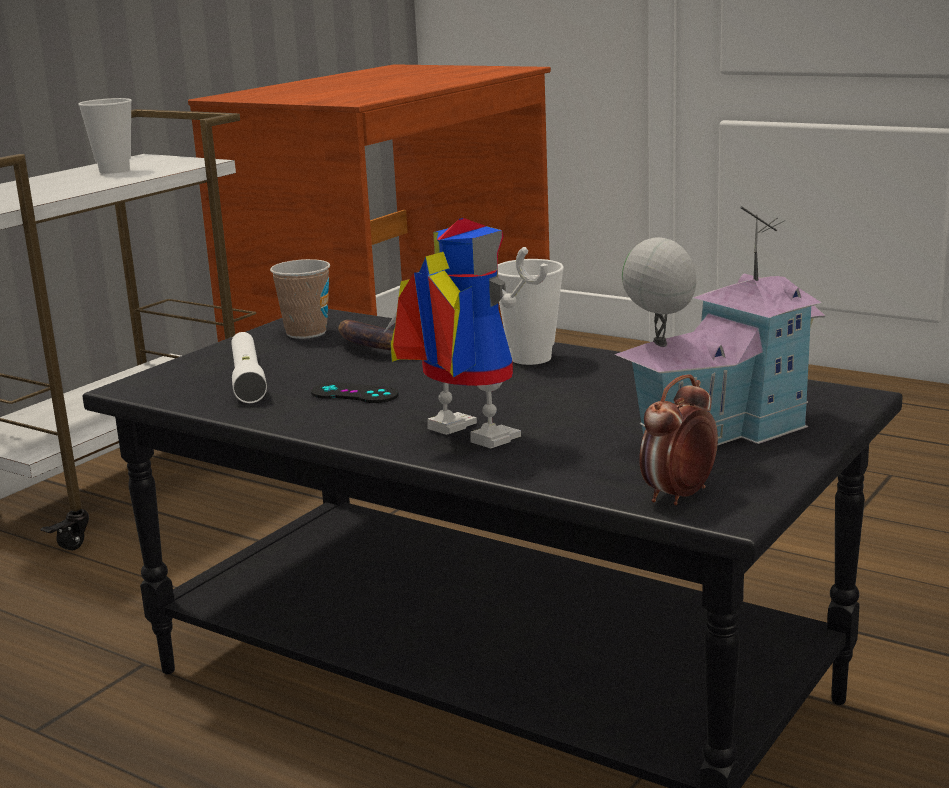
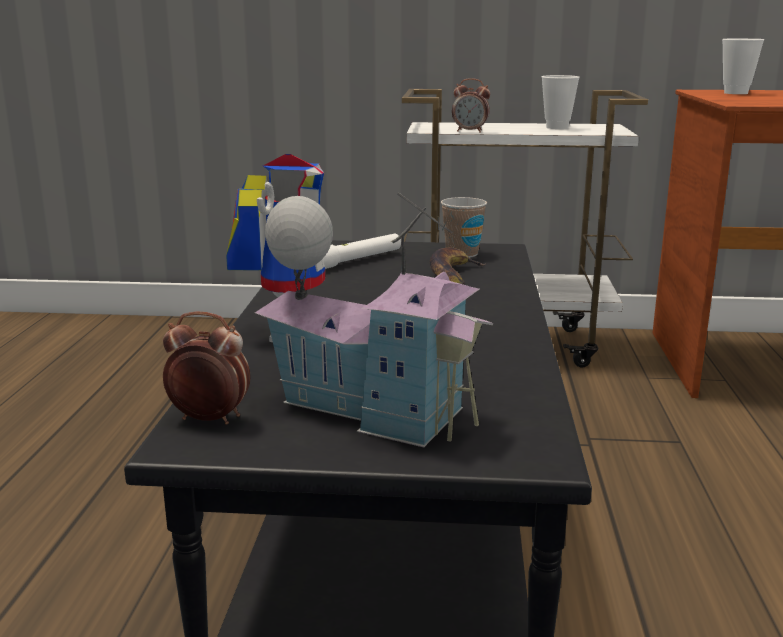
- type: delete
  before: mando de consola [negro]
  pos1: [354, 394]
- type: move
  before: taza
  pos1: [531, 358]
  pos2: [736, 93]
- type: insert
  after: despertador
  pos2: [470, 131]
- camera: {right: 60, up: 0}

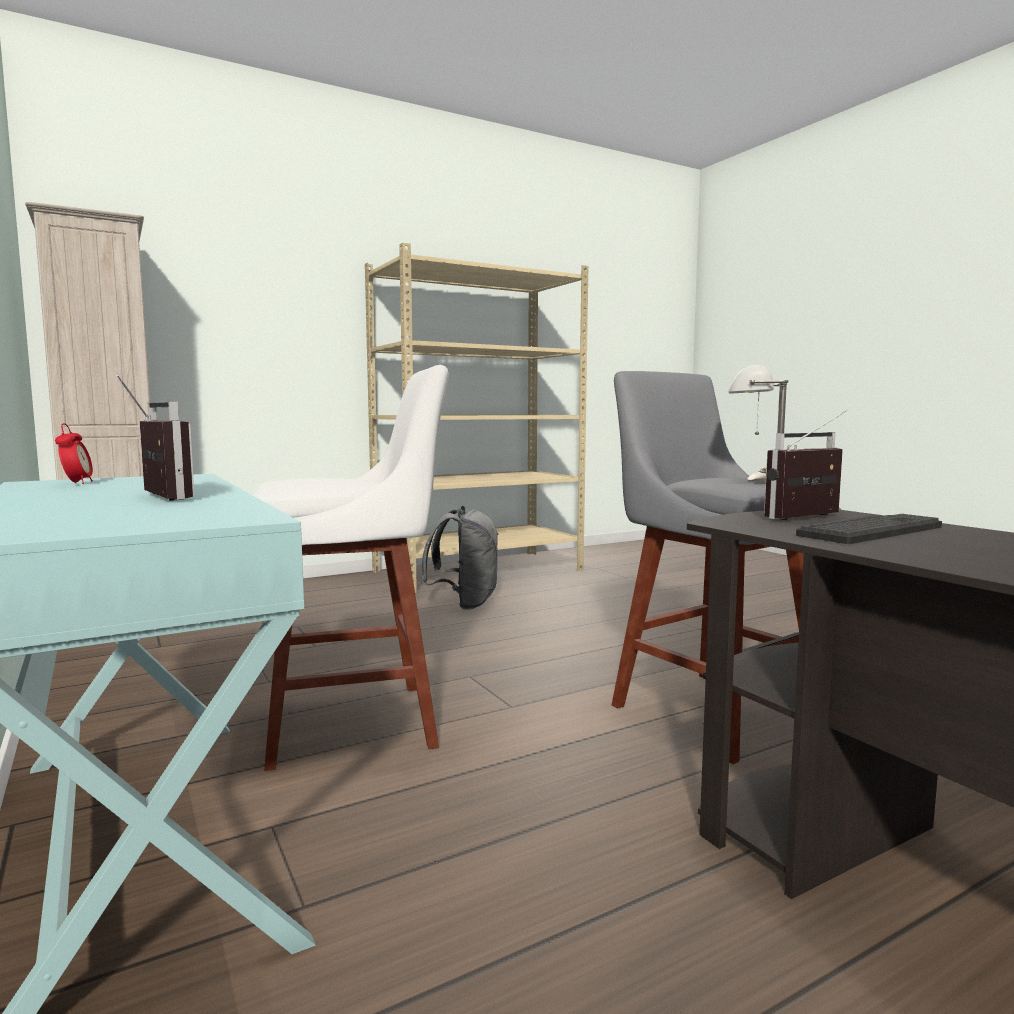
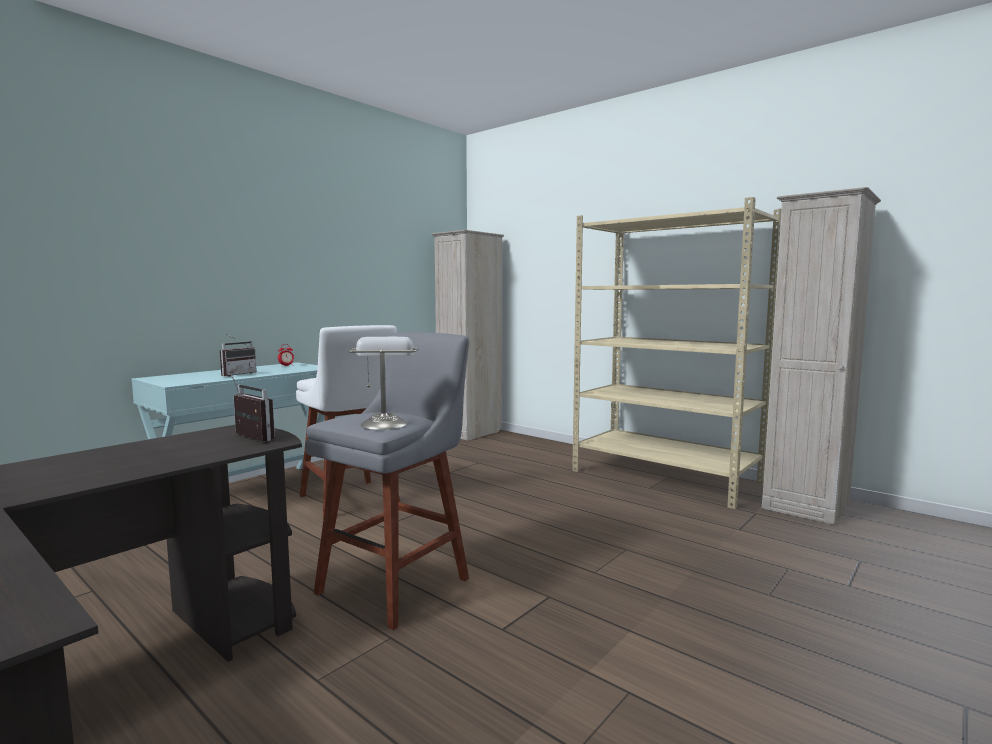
- type: delete
  before: mochila [gris]
  pos1: [464, 604]
- type: delete
  before: teclado
  pos1: [871, 531]
- type: insert
  after: armario [beis]
  pos2: [807, 506]
- camera: {right: 70, up: 0}

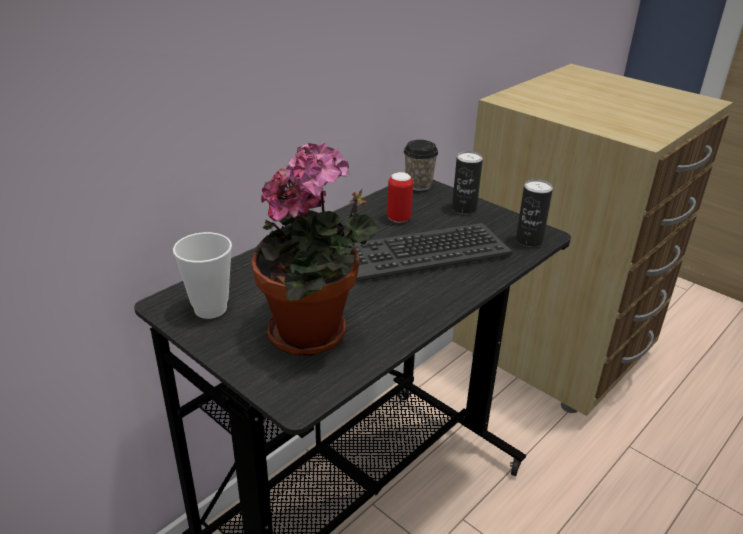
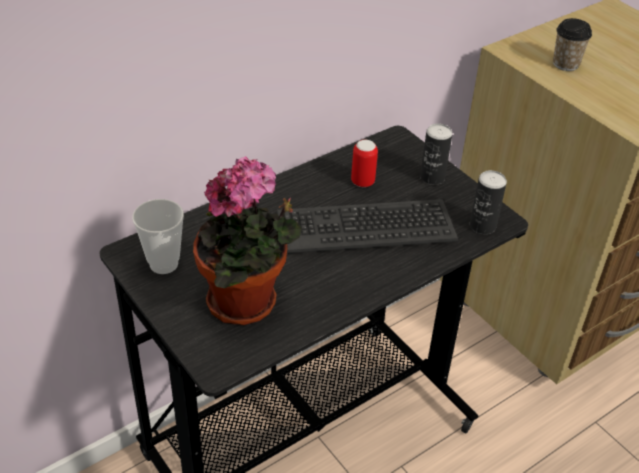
- type: move
  before: taza
  pos1: [418, 185]
  pos2: [565, 64]
- camera: {right: 10, up: 10}

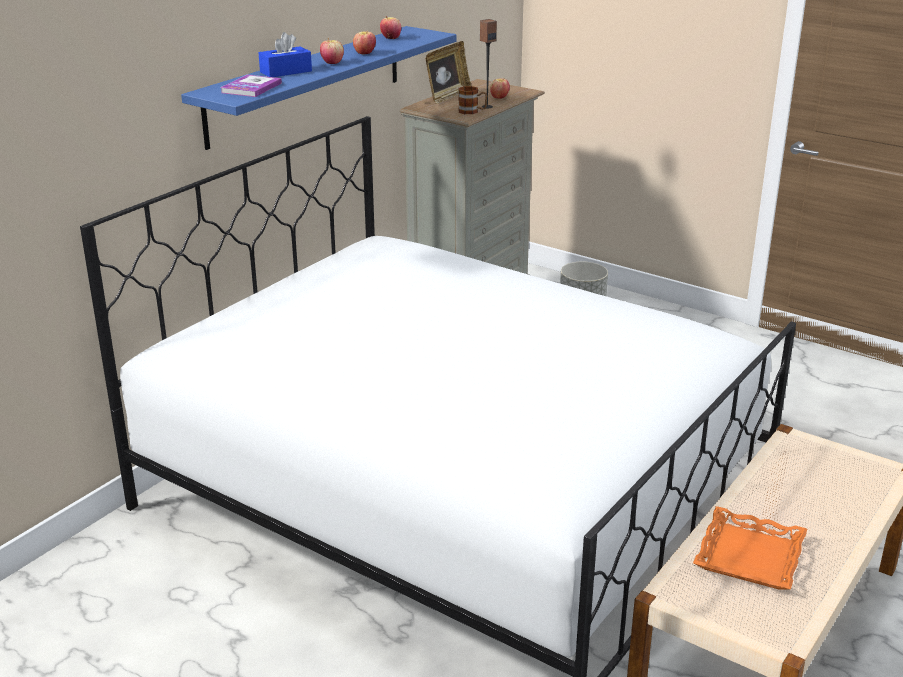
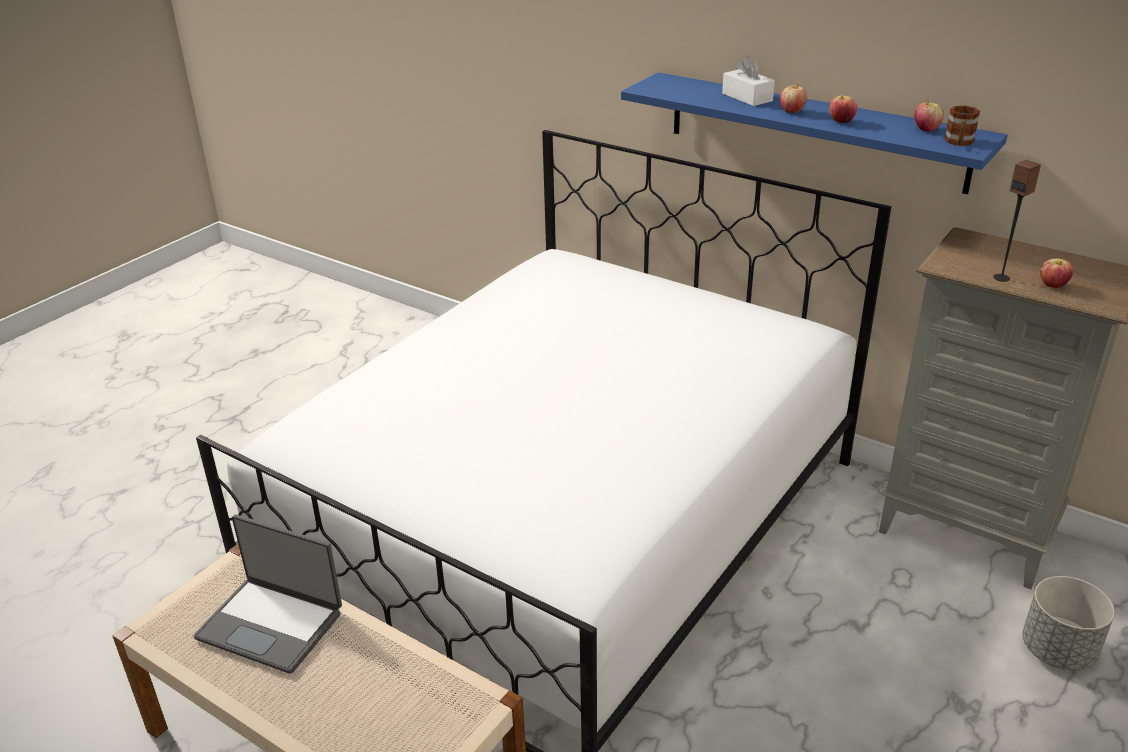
- type: delete
  before: libro
  pos1: [251, 88]
- type: recolor
  before: caja de pañuelos [azul]
  after: caja de pañuelos [blanco]
  pos1: [286, 71]
  pos2: [747, 97]
- type: delete
  before: portarretratos
  pos1: [447, 97]
- type: move
  before: taza grande
  pos1: [472, 111]
  pos2: [959, 143]
- type: replace
  before: bandeja [naranja]
  after: portátil
  pos1: [748, 556]
  pos2: [272, 624]
- camera: {right: 90, up: 5}

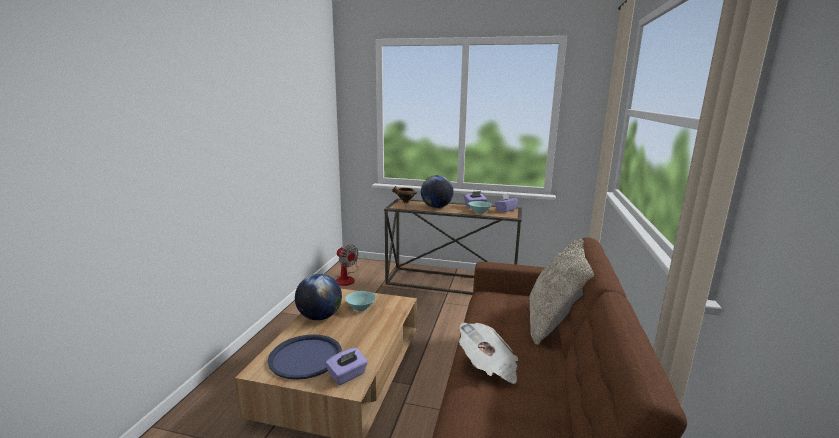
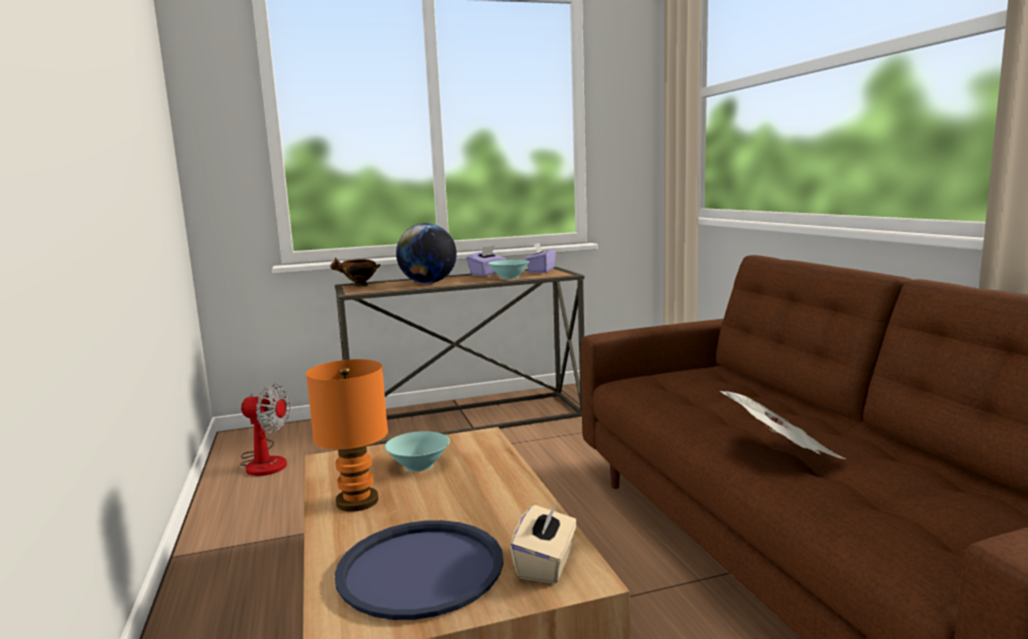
- type: replace
  before: globo terráqueo
  after: lámpara de mesa [naranja]
  pos1: [319, 317]
  pos2: [356, 501]
- type: recolor
  before: caja de pañuelos [morado]
  after: caja de pañuelos [beis]
  pos1: [347, 375]
  pos2: [546, 564]
- type: delete
  before: cojín [beis]
  pos1: [553, 323]
- camera: {right: -30, up: -5}

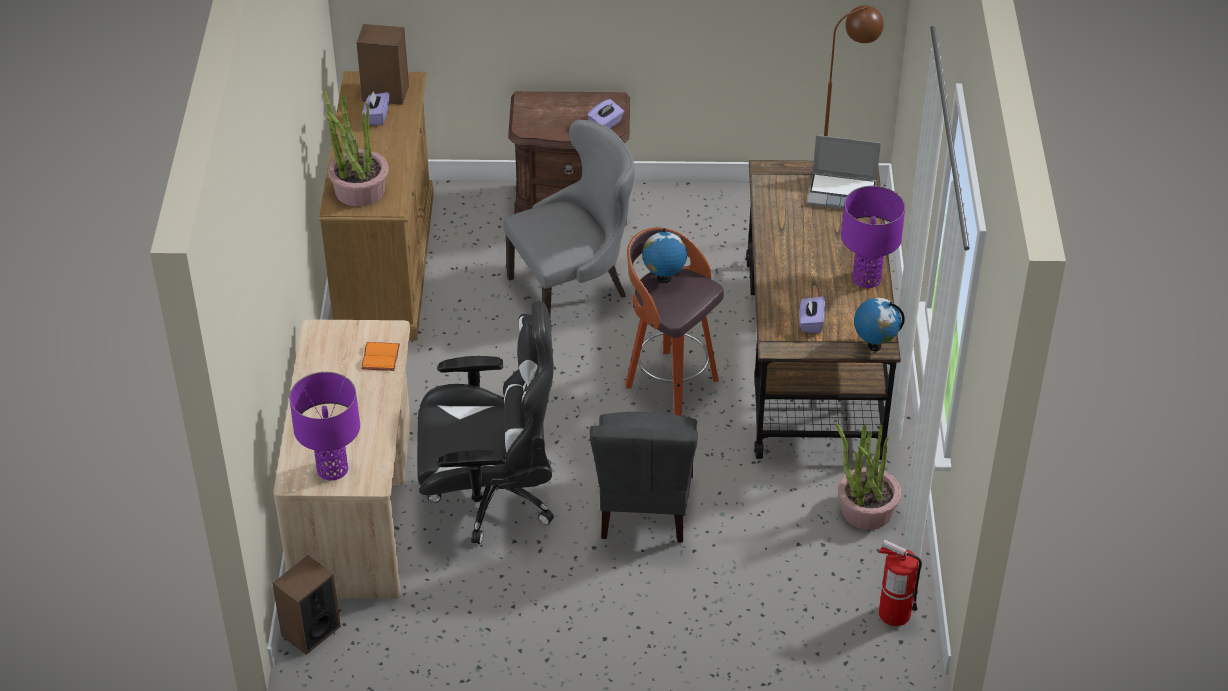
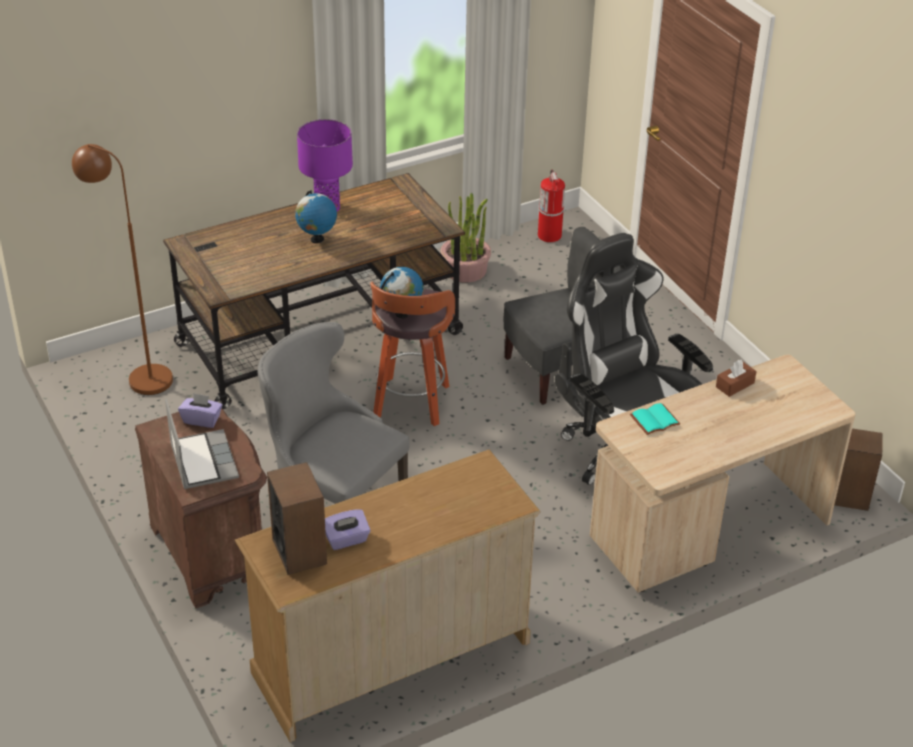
- type: delete
  before: lámpara de mesa [morado]
  pos1: [332, 468]
- type: delete
  before: planta en maceta
  pos1: [359, 190]
- type: recolor
  before: libro [naranja]
  after: libro [turquesa]
  pos1: [379, 357]
  pos2: [654, 421]
- type: delete
  before: caja de pañuelos [morado]
  pos1: [811, 323]
- type: move
  before: portátil
  pos1: [843, 193]
  pos2: [202, 461]
- type: move
  before: globo terráqueo
  pos1: [874, 345]
  pos2: [317, 239]
- type: insert
  after: caja de pañuelos [marrón]
  pos2: [735, 385]
- camera: {right: -120, up: -5}

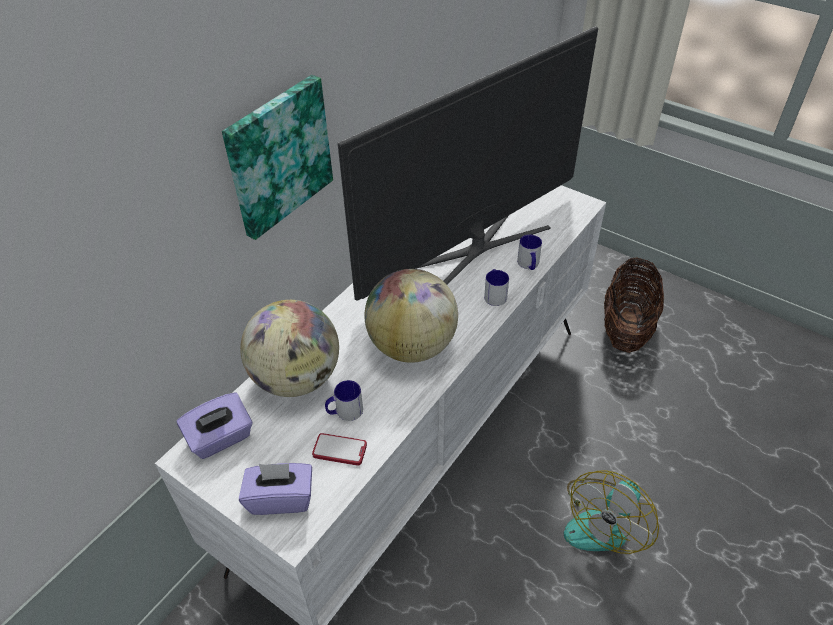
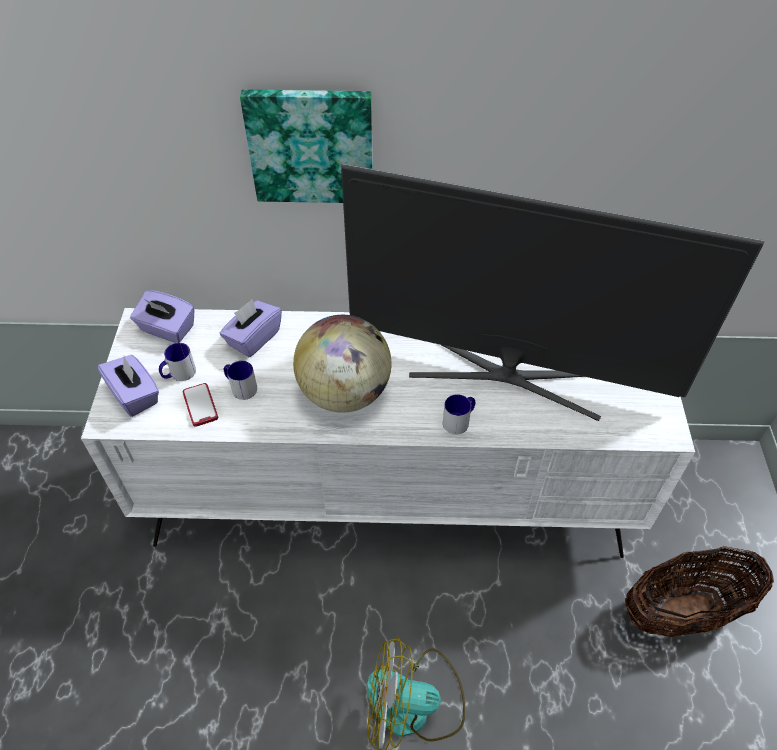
- type: replace
  before: globo terráqueo
  after: caja de pañuelos [morado]
  pos1: [297, 378]
  pos2: [253, 338]
- type: move
  before: taza grande
  pos1: [529, 265]
  pos2: [179, 374]
- camera: {right: 55, up: 5}

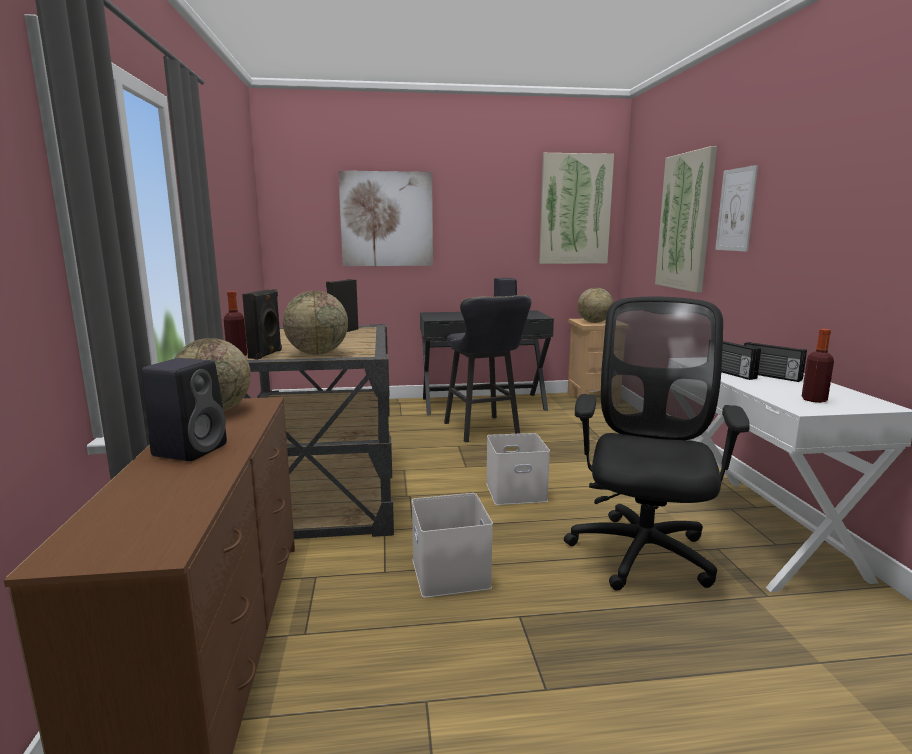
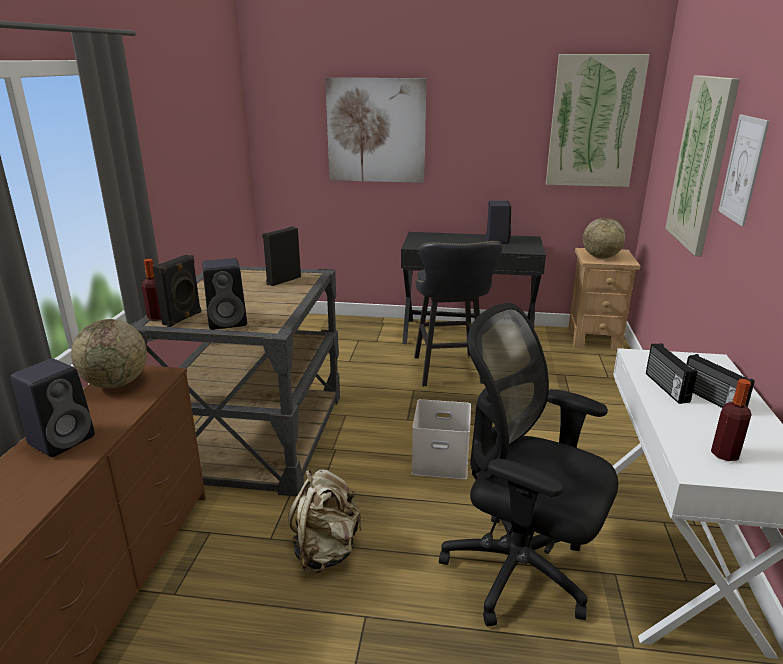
- type: replace
  before: globo terráqueo
  after: altavoz [negro]
  pos1: [317, 353]
  pos2: [229, 321]
- type: replace
  before: caja de almacenaje [blanco]
  after: mochila [beis]
  pos1: [448, 572]
  pos2: [326, 551]
- type: rotate
  before: silla de oficina [negro]
  pos1: [643, 558]
  pos2: [526, 571]
  turn: -90
- camera: {right: 15, up: 10}

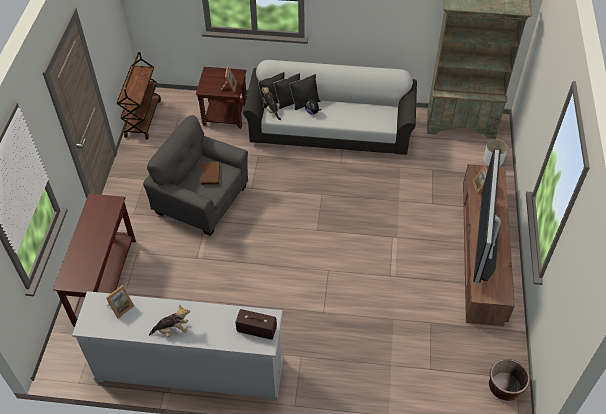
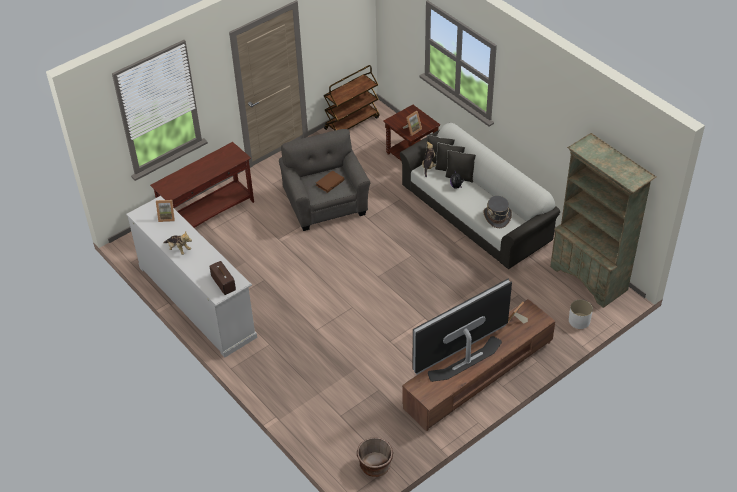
- type: insert
  after: sombrero [gris]
  pos2: [497, 217]
- camera: {right: 45, up: -5}

